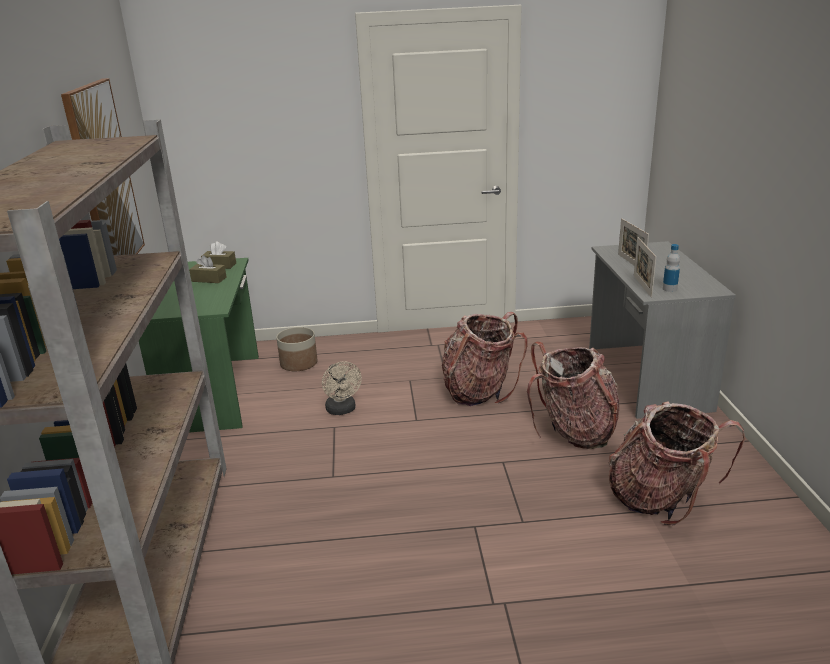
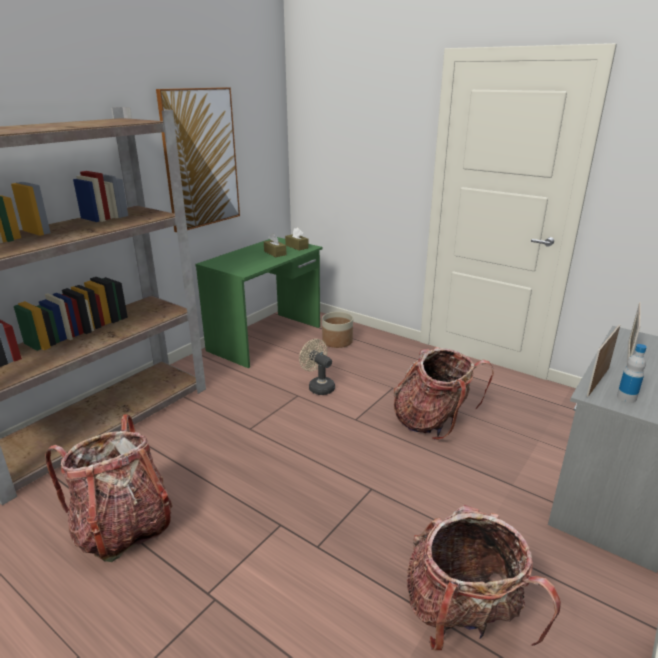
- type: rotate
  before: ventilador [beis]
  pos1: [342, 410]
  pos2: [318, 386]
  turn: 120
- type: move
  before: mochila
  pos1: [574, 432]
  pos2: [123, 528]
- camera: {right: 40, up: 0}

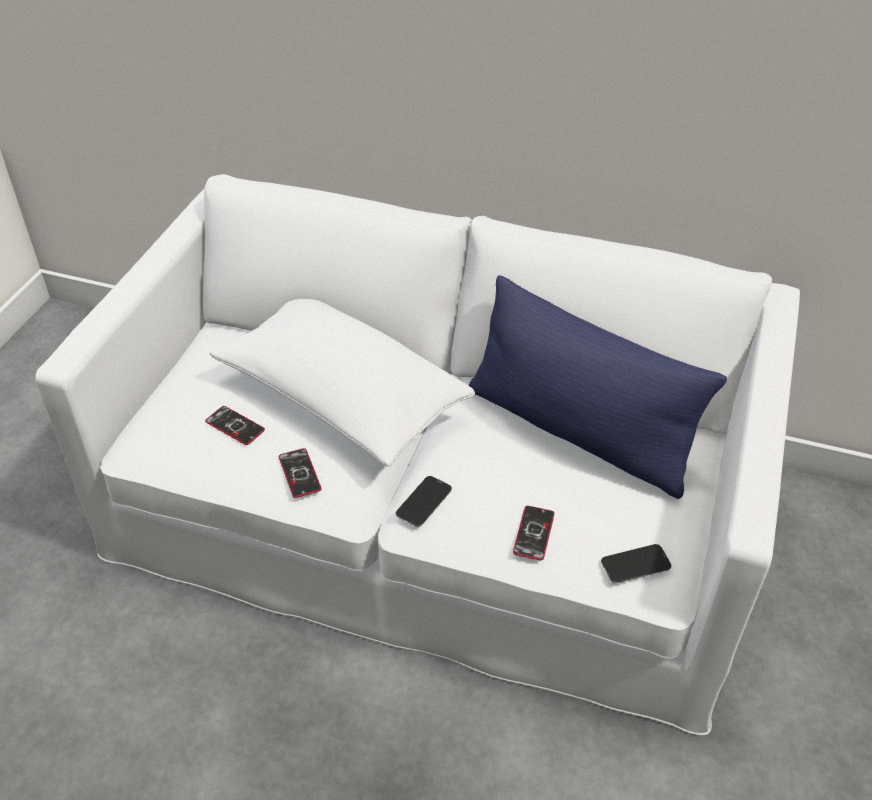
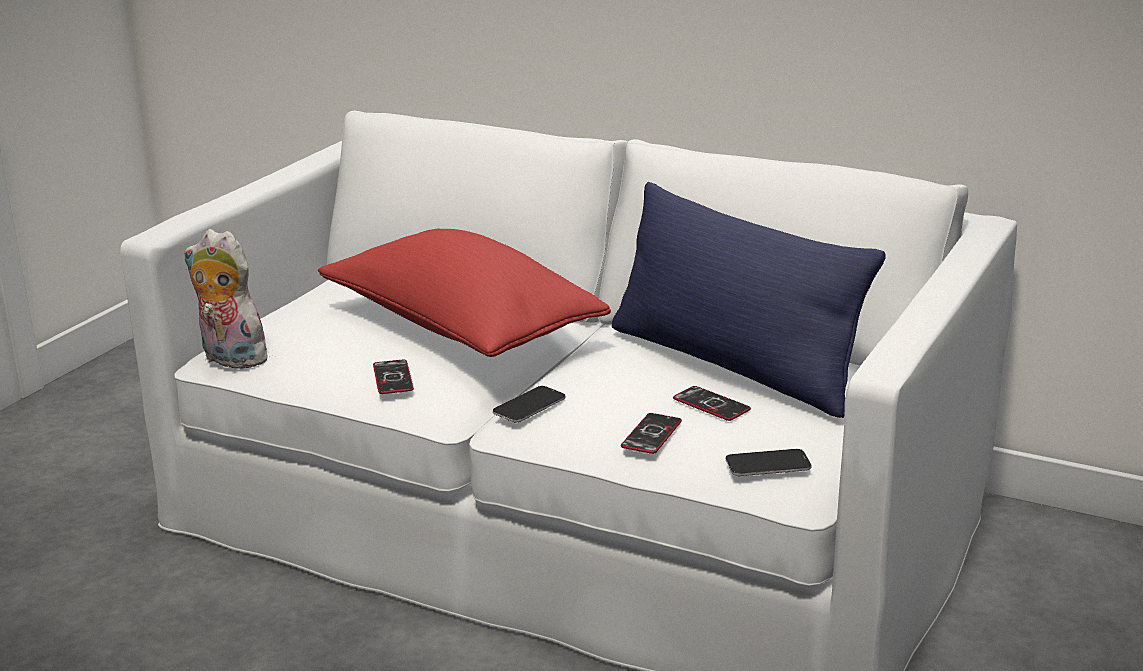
- type: move
  before: móvil
  pos1: [235, 426]
  pos2: [711, 405]
- type: recolor
  before: cojín [blanco]
  after: cojín [rojo]
  pos1: [341, 399]
  pos2: [461, 329]
- type: insert
  after: peluche
  pos2: [229, 359]
- camera: {right: 10, up: -20}

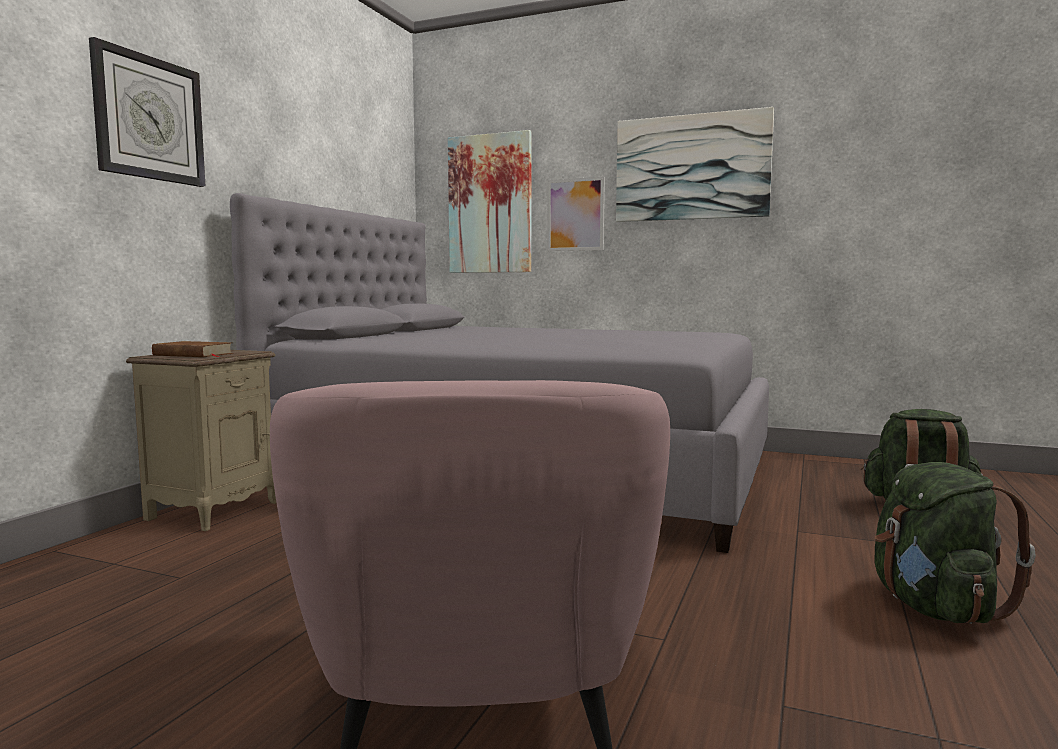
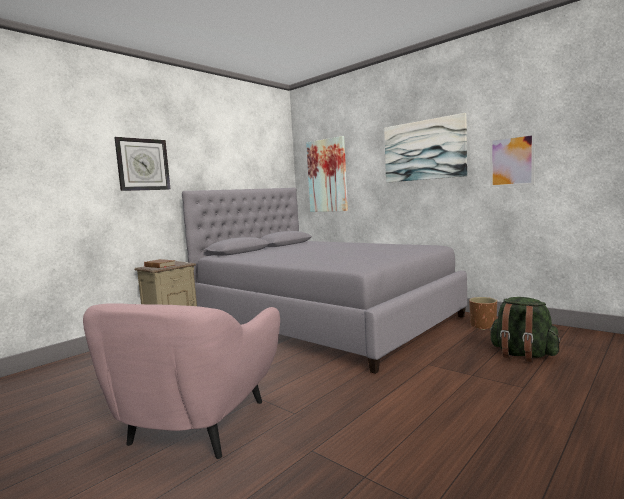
- type: move
  before: cuadro
  pos1: [575, 214]
  pos2: [511, 161]
- type: delete
  before: mochila [verde]
  pos1: [934, 608]
- type: insert
  after: maceta [marrón]
  pos2: [483, 326]
- camera: {right: 20, up: 0}

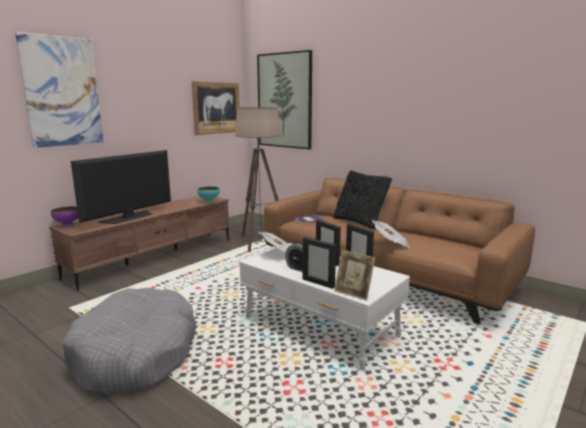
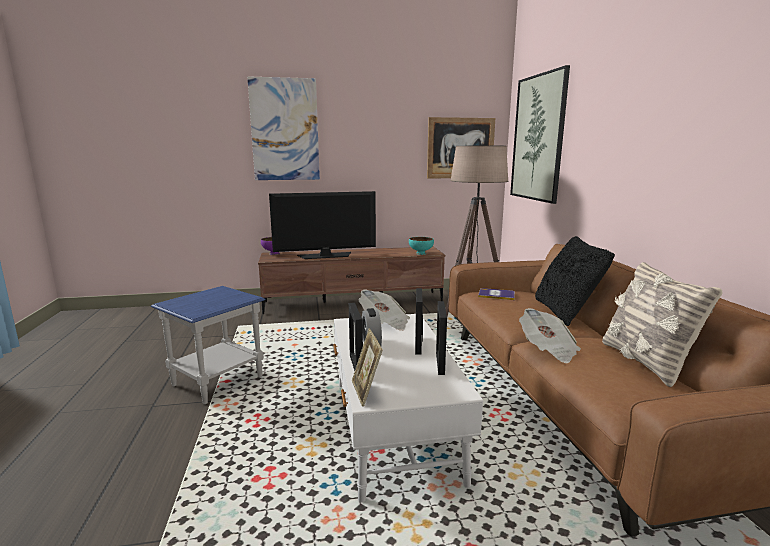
- type: replace
  before: cama para perro [gris]
  after: mesa auxiliar [azul]
  pos1: [136, 353]
  pos2: [218, 380]
- type: insert
  after: cojín [beis]
  pos2: [645, 362]
- camera: {right: 40, up: 0}

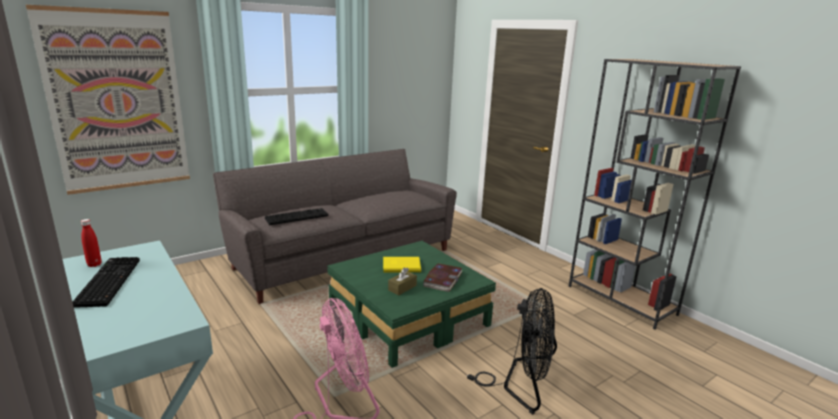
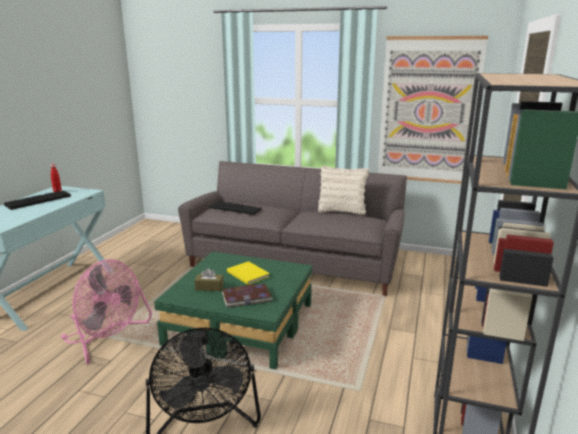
- type: move
  before: cuadro
  pos1: [117, 102]
  pos2: [428, 111]
- type: insert
  after: cojín [beis]
  pos2: [342, 211]
- camera: {right: 55, up: 0}

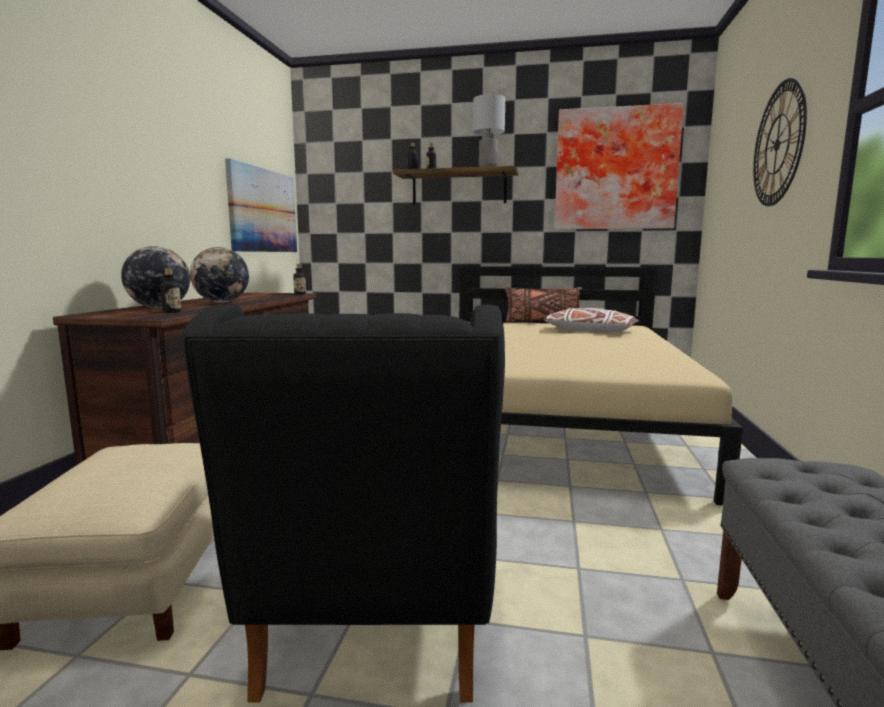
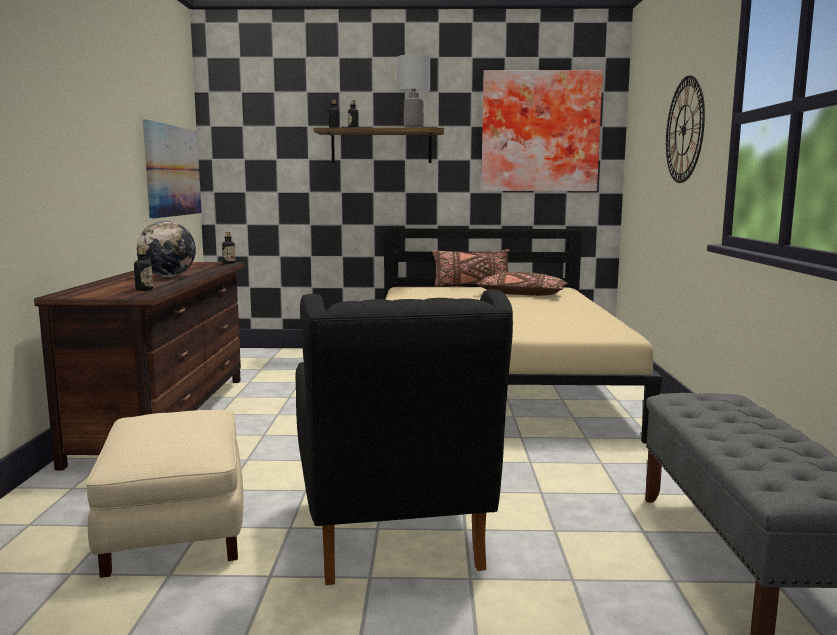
- type: delete
  before: globo terráqueo
  pos1: [159, 307]
- type: recolor
  before: cojín [blanco]
  after: cojín [marrón]
  pos1: [589, 330]
  pos2: [521, 294]
- camera: {right: -10, up: 0}

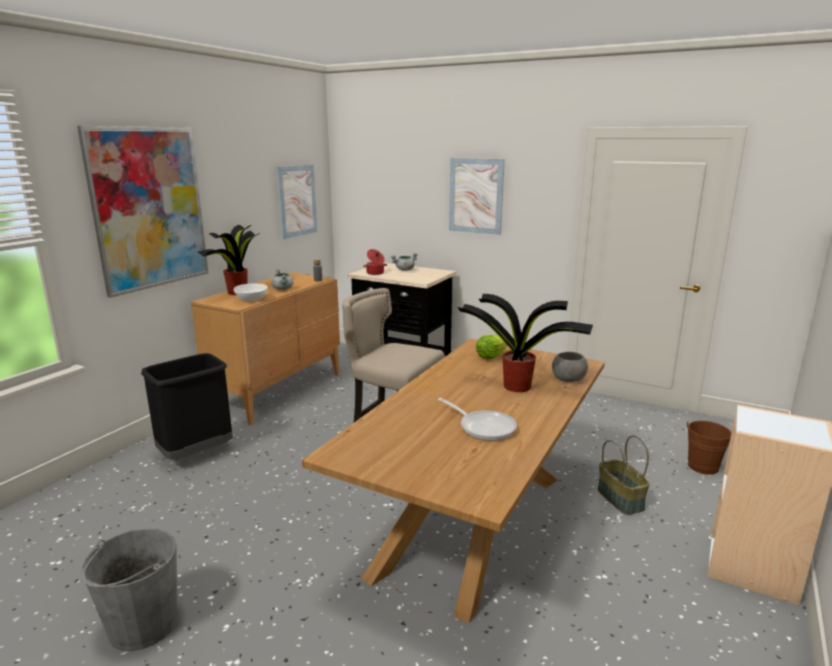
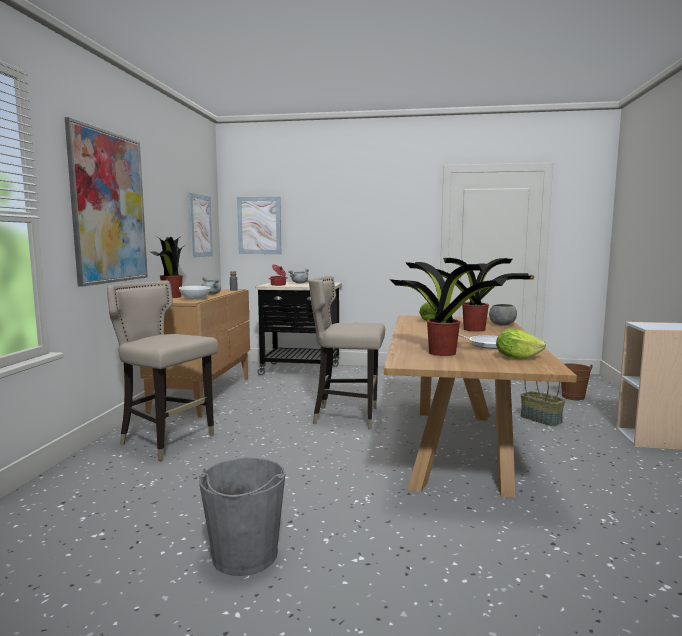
- type: replace
  before: papelera [negro]
  after: taburete [beis]
  pos1: [196, 454]
  pos2: [167, 441]
- type: move
  before: cuadro
  pos1: [476, 196]
  pos2: [259, 225]
- type: insert
  after: planta en maceta
  pos2: [441, 352]
- type: insert
  after: lechuga
  pos2: [516, 358]
- camera: {right: -20, up: -10}

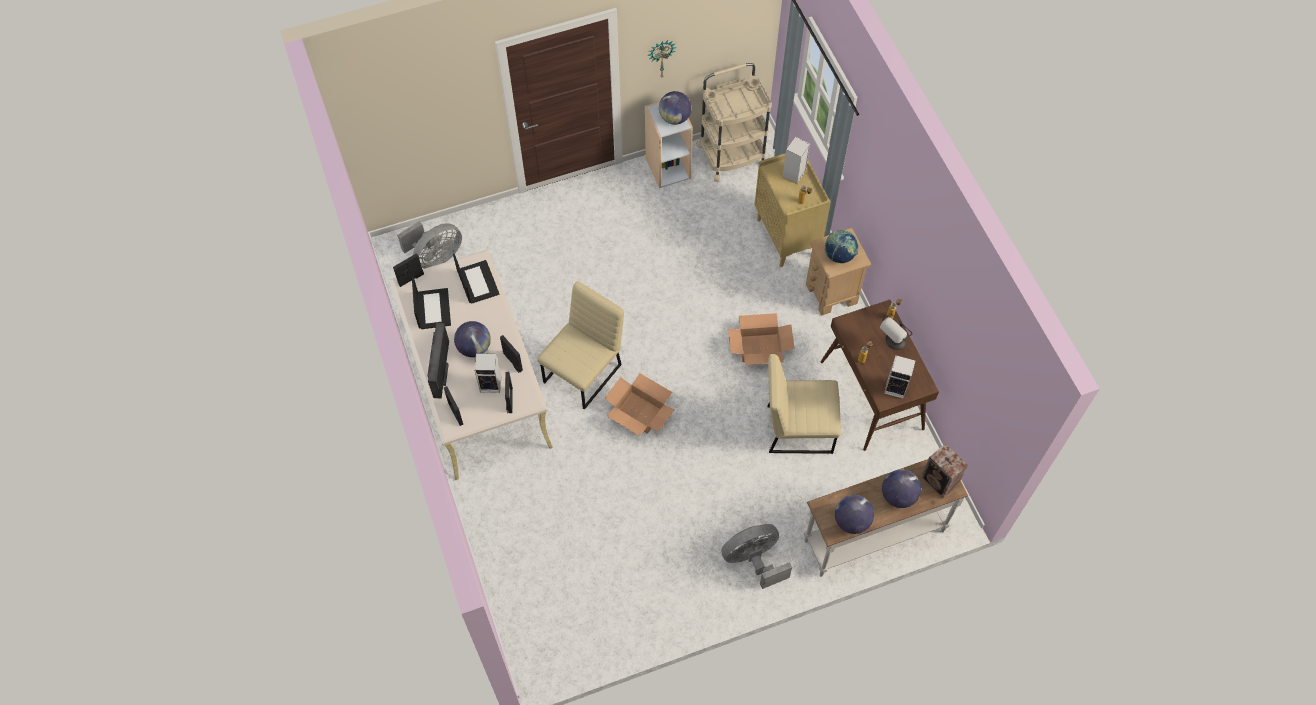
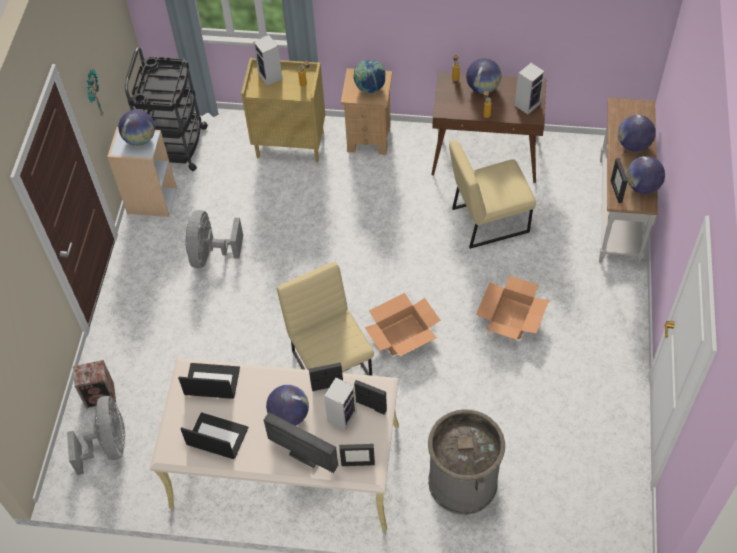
- type: move
  before: portarretratos
  pos1: [411, 279]
  pos2: [616, 191]
- type: recolor
  before: carrito [beis]
  after: carrito [negro]
  pos1: [732, 156]
  pos2: [176, 147]
- type: move
  before: ventilador [gris]
  pos1: [753, 560]
  pos2: [211, 254]
- type: move
  before: caja de cartón
  pos1: [759, 348]
  pos2: [511, 318]
- type: rotate
  before: silla [beis]
  pos1: [797, 428]
  pos2: [487, 220]
  turn: 45
- type: replace
  before: lámpara de mesa
  after: globo terráqueo
  pos1: [893, 343]
  pos2: [483, 88]
- type: move
  before: altavoz
  pos1: [940, 481]
  pos2: [101, 395]
- type: insert
  after: papelera [gris]
  pos2: [462, 481]
- camera: {right: -60, up: -5}

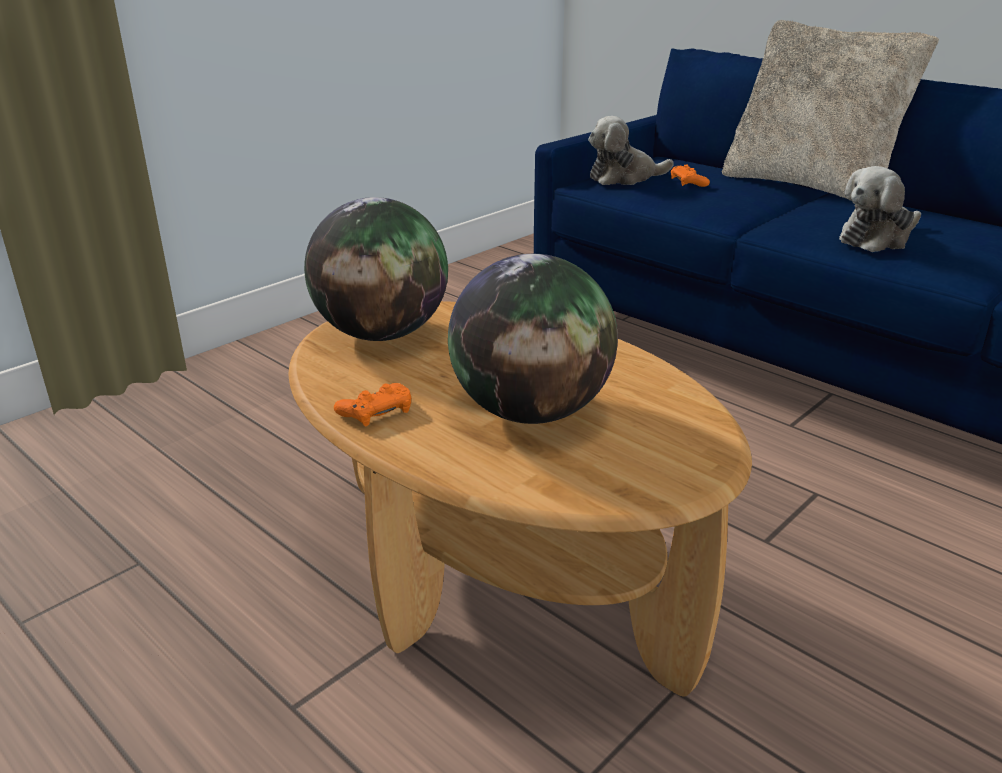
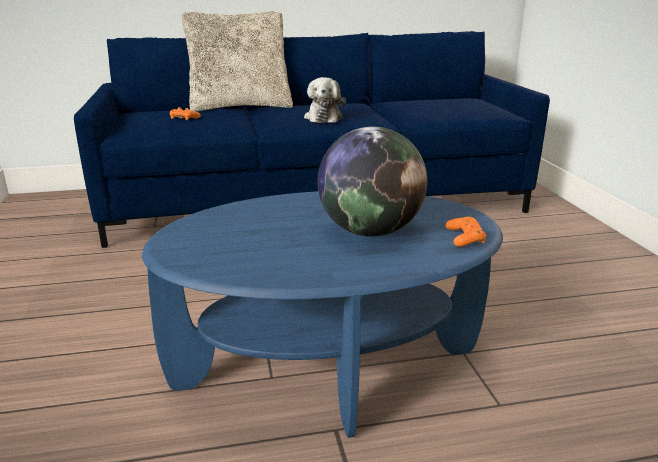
- type: recolor
  before: mesa de centro [marrón]
  after: mesa de centro [azul]
  pos1: [501, 577]
  pos2: [328, 369]
- type: delete
  before: globo terráqueo
  pos1: [382, 334]
- type: move
  before: mando de consola [naranja]
  pos1: [376, 411]
  pos2: [464, 237]
- type: delete
  before: peluche
  pos1: [624, 178]
- camera: {right: -55, up: -5}

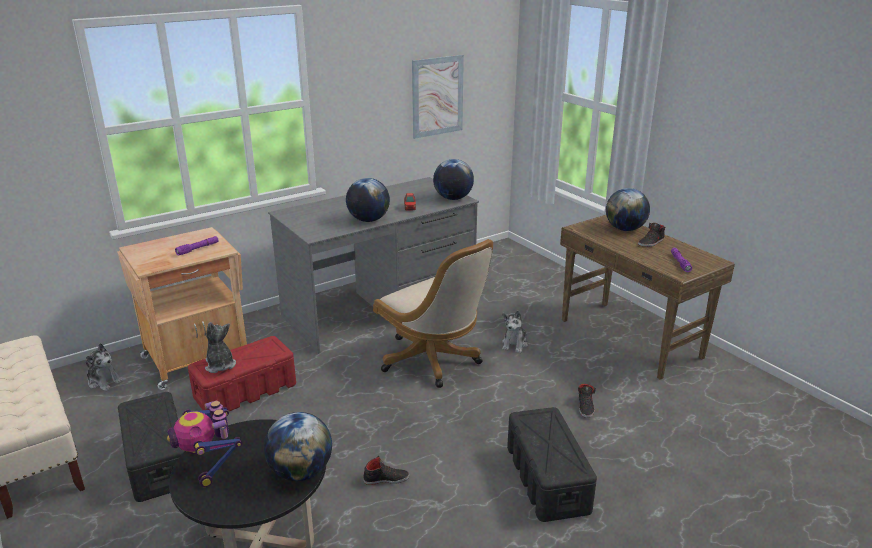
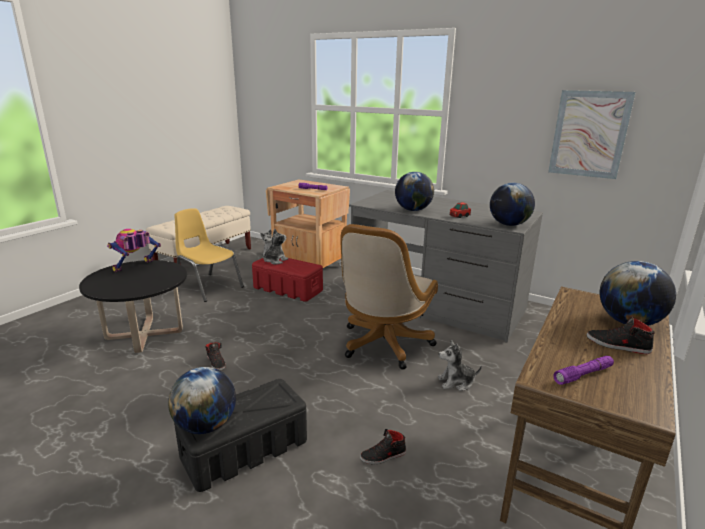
- type: replace
  before: caja de almacenaje [negro]
  after: silla [amarillo]
  pos1: [157, 460]
  pos2: [208, 287]
- type: move
  before: globo terráqueo
  pos1: [301, 471]
  pos2: [206, 425]
- camera: {right: 65, up: -5}

